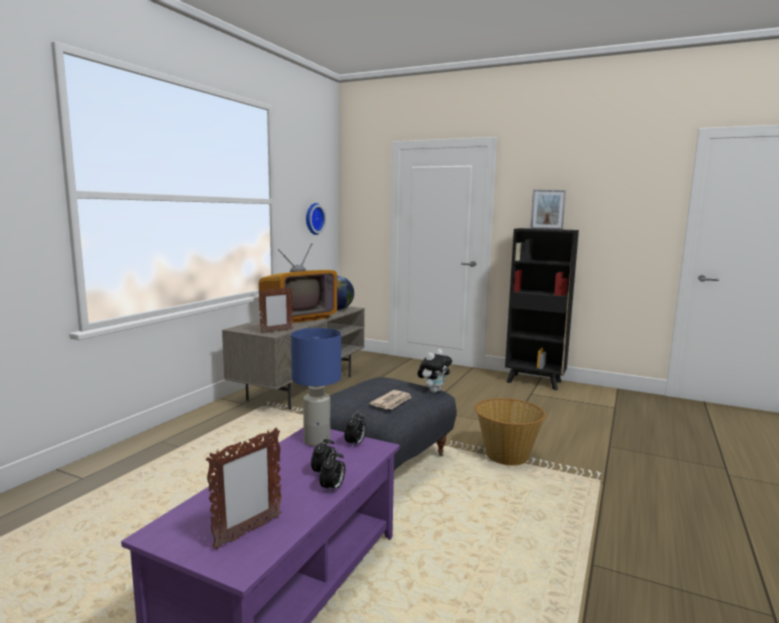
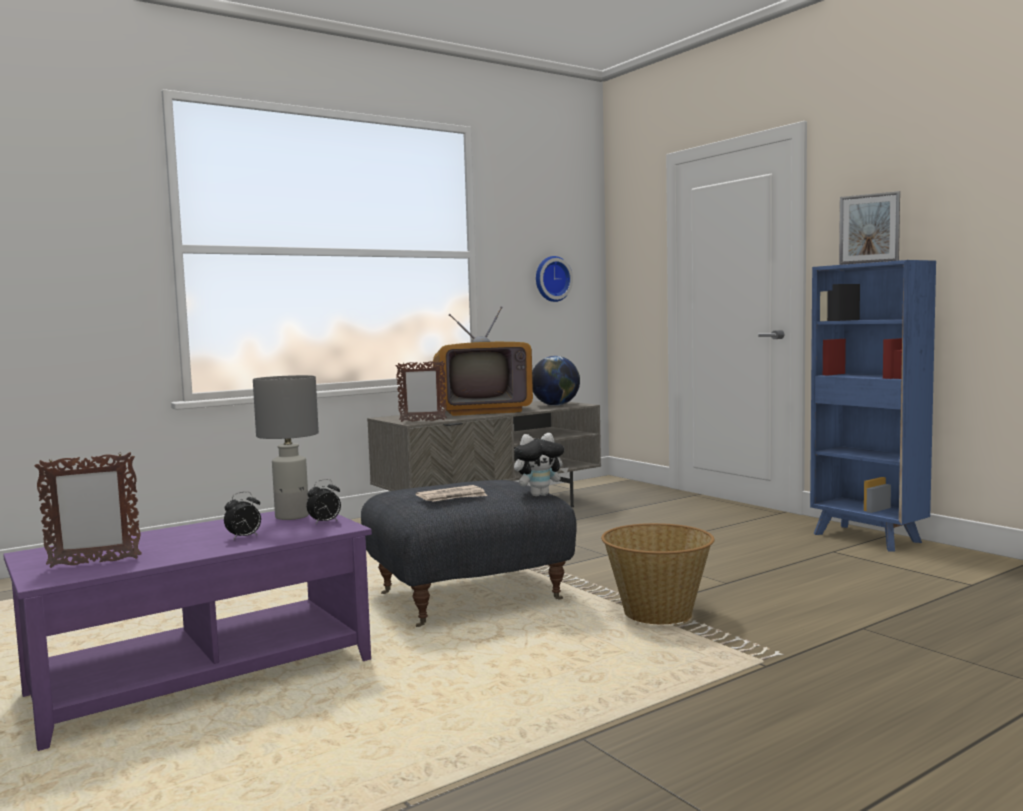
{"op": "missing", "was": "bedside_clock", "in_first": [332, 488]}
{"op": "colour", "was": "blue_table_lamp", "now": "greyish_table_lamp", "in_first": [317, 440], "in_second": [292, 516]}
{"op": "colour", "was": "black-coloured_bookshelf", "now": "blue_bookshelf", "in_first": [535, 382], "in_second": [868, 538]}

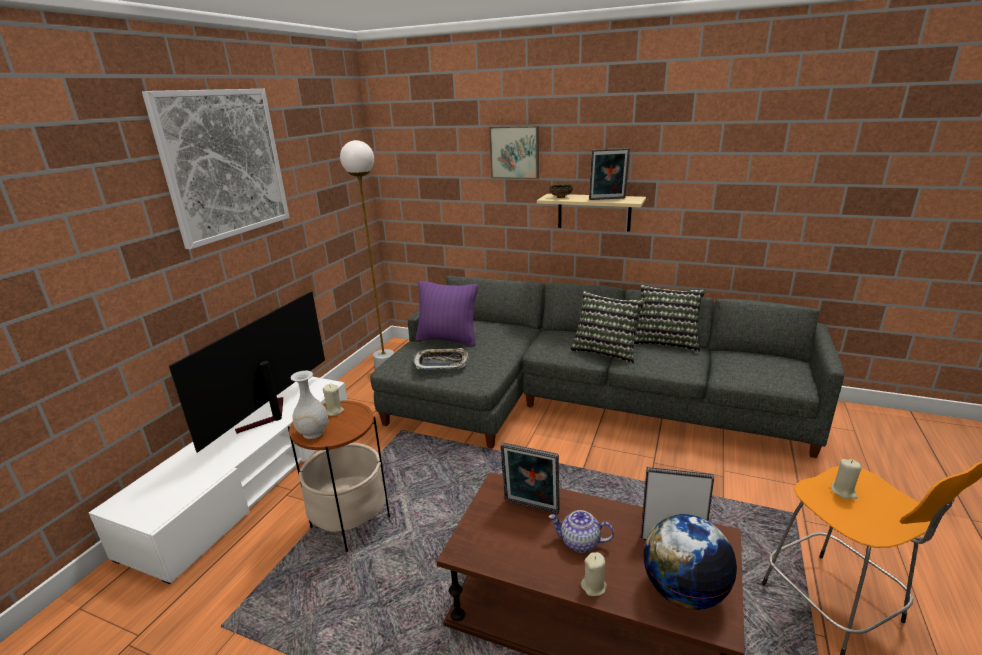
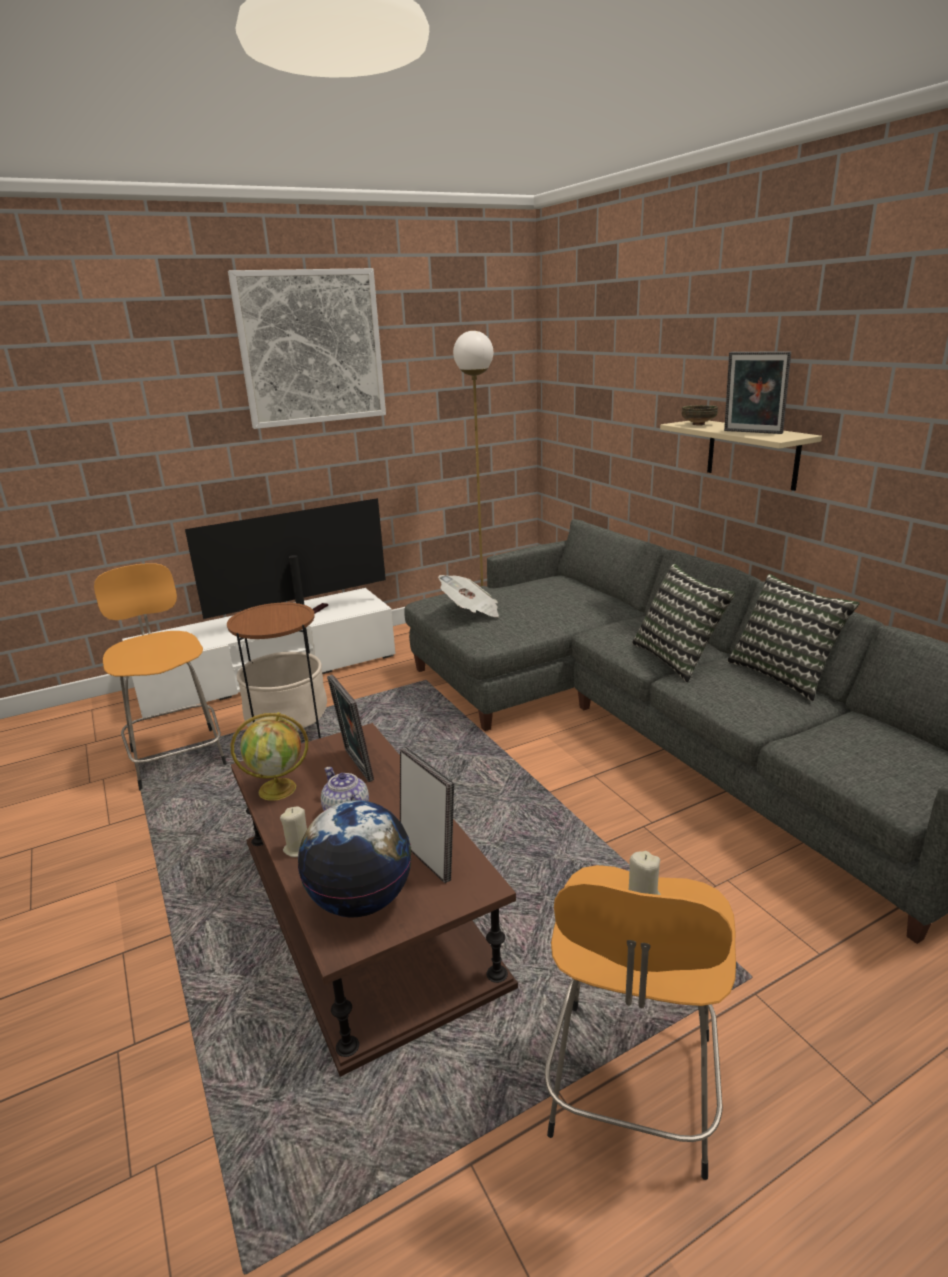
{"op": "missing", "was": "white_decorative_vase", "in_first": [313, 432]}
{"op": "missing", "was": "beige_wax_candle", "in_first": [334, 411]}
{"op": "missing", "was": "purple-coloured_throw_pillow", "in_first": [448, 339]}
{"op": "missing", "was": "wall_art", "in_first": [515, 152]}
{"op": "appeared", "now": "orangey_sitting_stool", "in_second": [177, 756]}
{"op": "appeared", "now": "desk_globe", "in_second": [278, 789]}
{"op": "exchanged", "was": "serving_tray", "now": "printed_paper", "in_first": [441, 363], "in_second": [471, 611]}

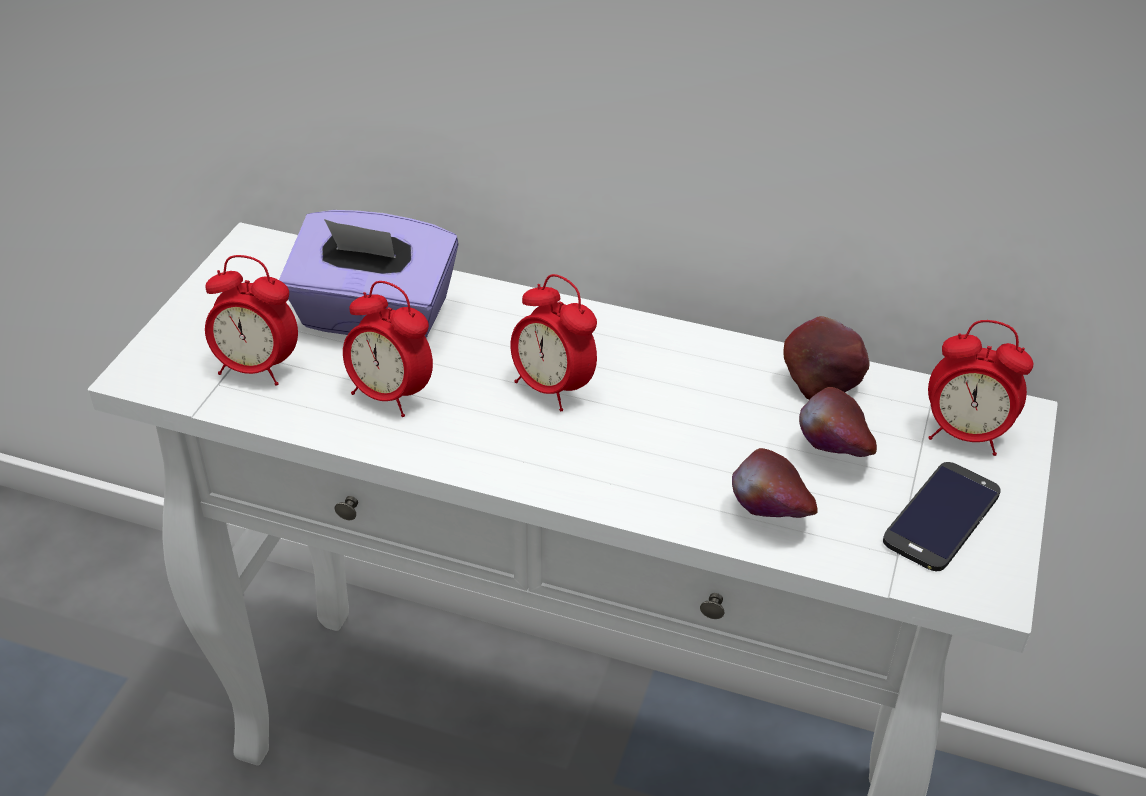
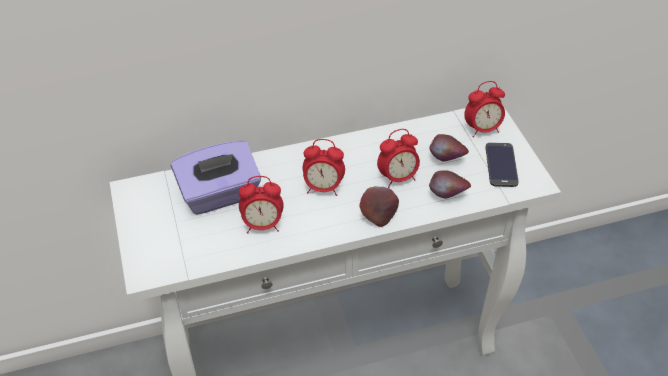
{"op": "relocated", "was": "bedside_clock", "in_first": [257, 368], "in_second": [397, 178]}
{"op": "relocated", "was": "whole_apple", "in_first": [822, 384], "in_second": [379, 215]}

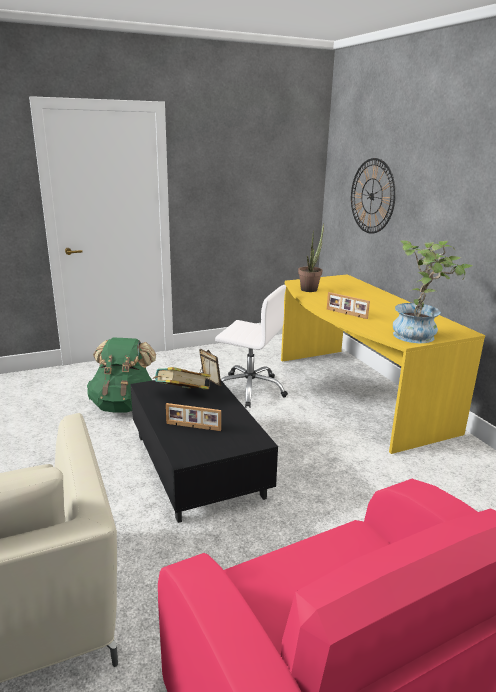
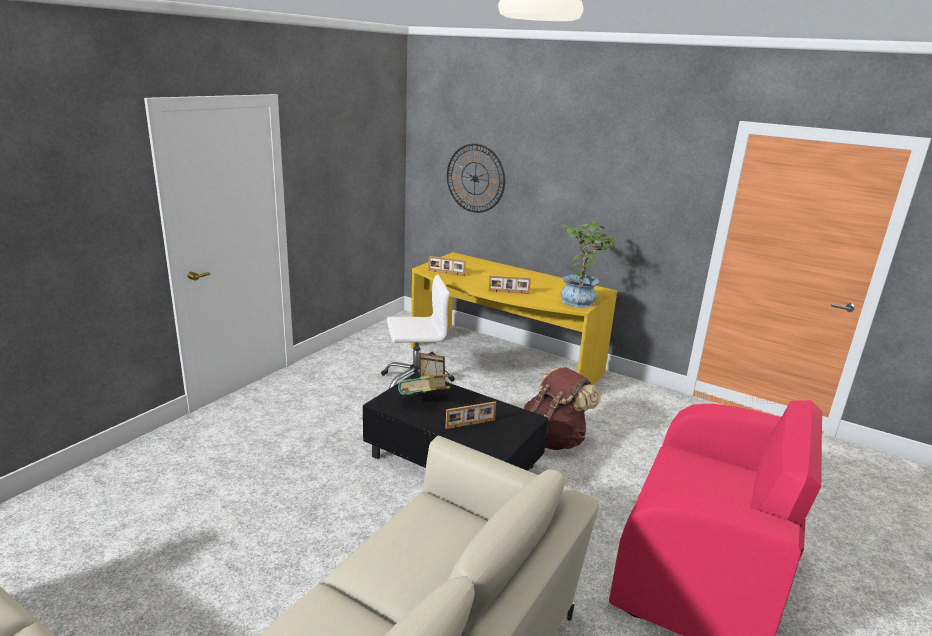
{"op": "missing", "was": "greenish_knapsack", "in_first": [124, 405]}
{"op": "appeared", "now": "brown-coloured_knapsack", "in_second": [553, 440]}
{"op": "exchanged", "was": "potted_plant", "now": "photo_frame", "in_first": [310, 288], "in_second": [446, 273]}

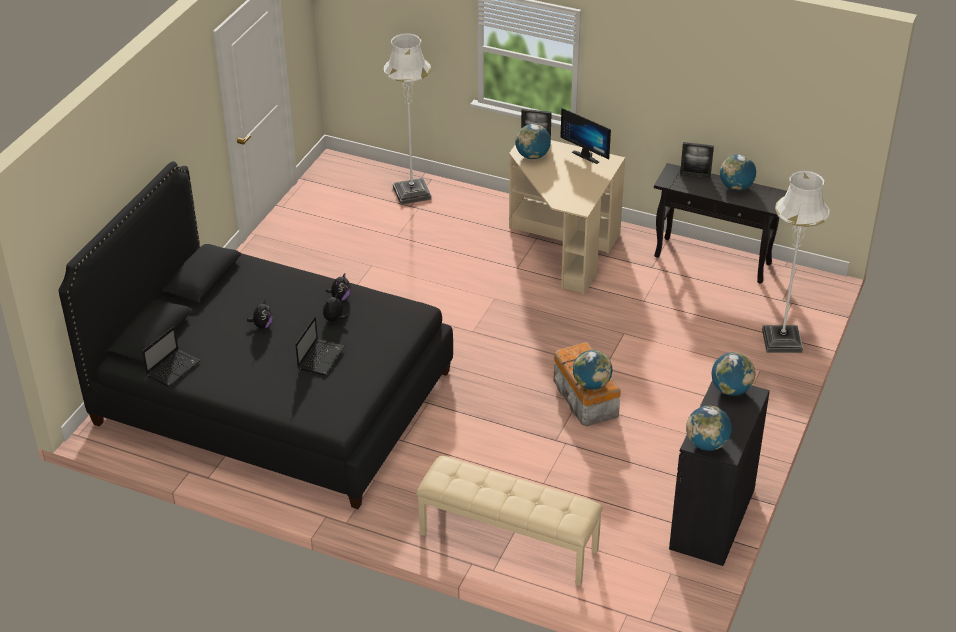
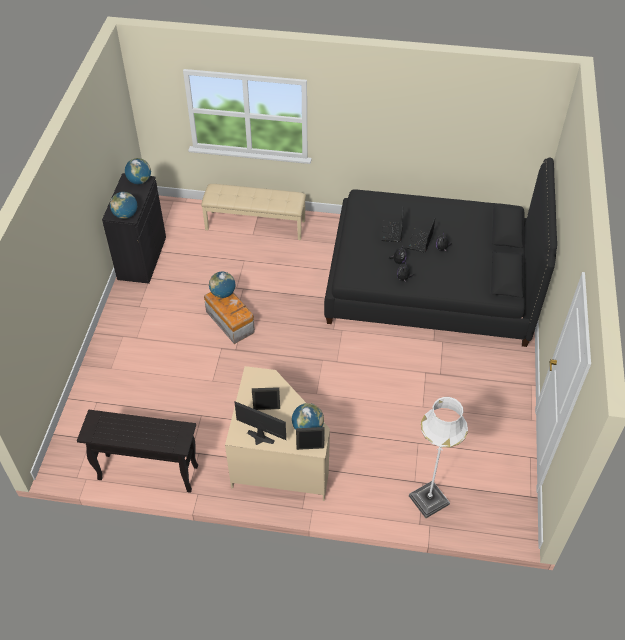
{"op": "missing", "was": "desk_globe", "in_first": [736, 187]}
{"op": "missing", "was": "white_standard_lamp", "in_first": [781, 341]}
{"op": "relocated", "was": "laptop", "in_first": [174, 368], "in_second": [420, 241]}
{"op": "relocated", "was": "photo_frame", "in_first": [695, 176], "in_second": [266, 408]}

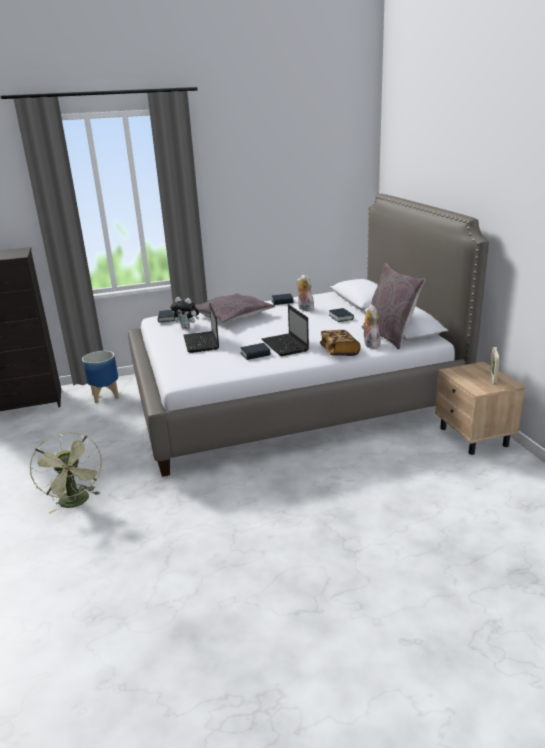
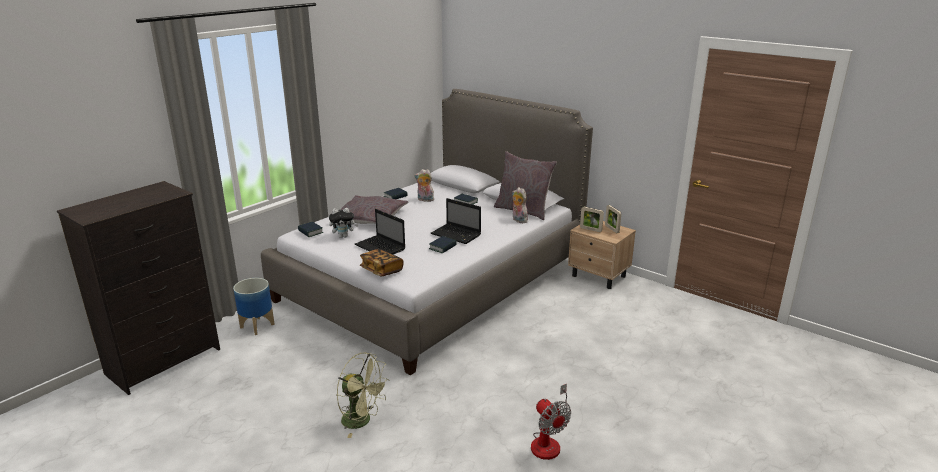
{"op": "appeared", "now": "electric_fan", "in_second": [549, 441]}
{"op": "appeared", "now": "photo_frame", "in_second": [590, 229]}
{"op": "relocated", "was": "bound_book", "in_first": [339, 351], "in_second": [381, 270]}

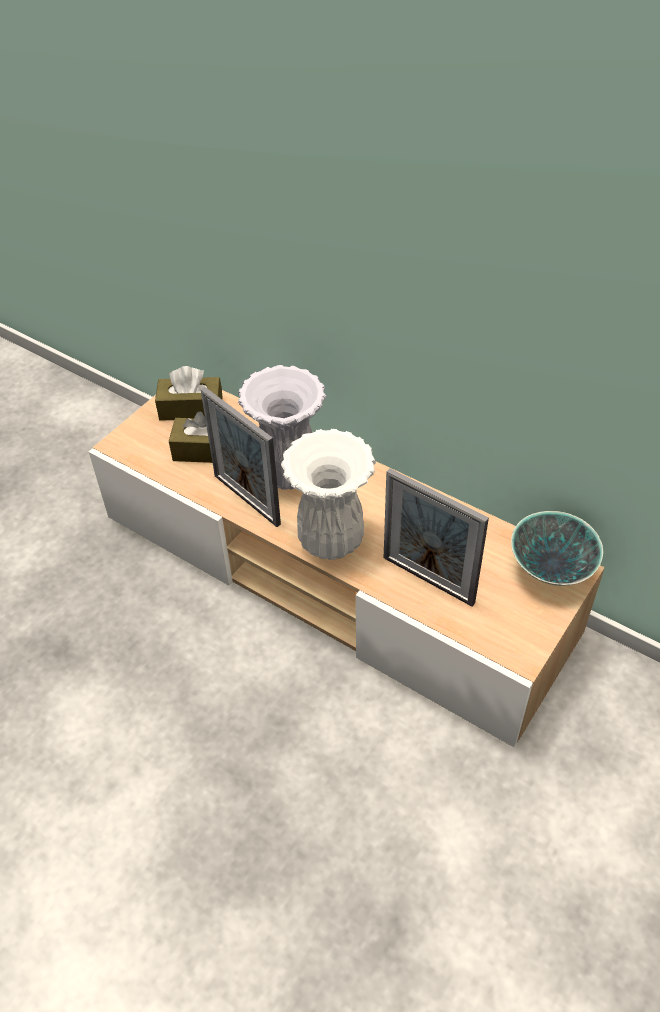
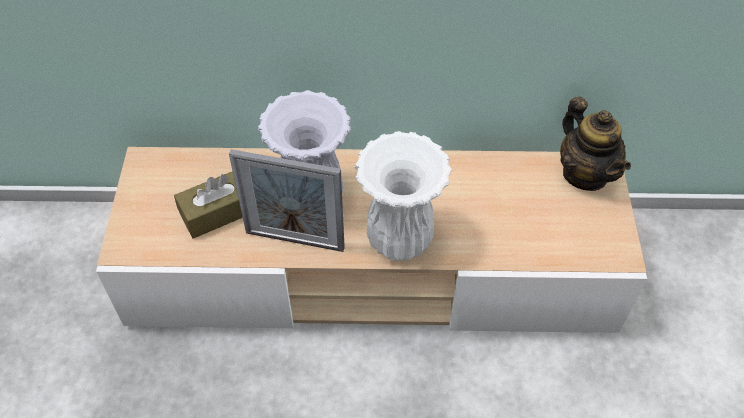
{"op": "missing", "was": "brown-coloured_box_of_tissues", "in_first": [191, 408]}
{"op": "missing", "was": "photo_frame", "in_first": [428, 580]}
{"op": "exchanged", "was": "deep_dish", "now": "teapot", "in_first": [550, 569], "in_second": [585, 174]}

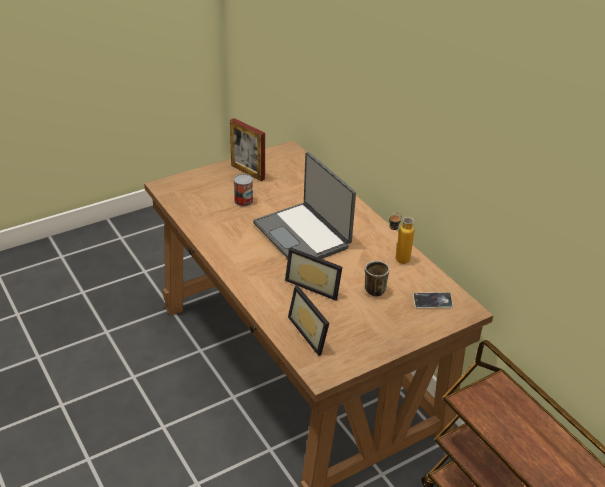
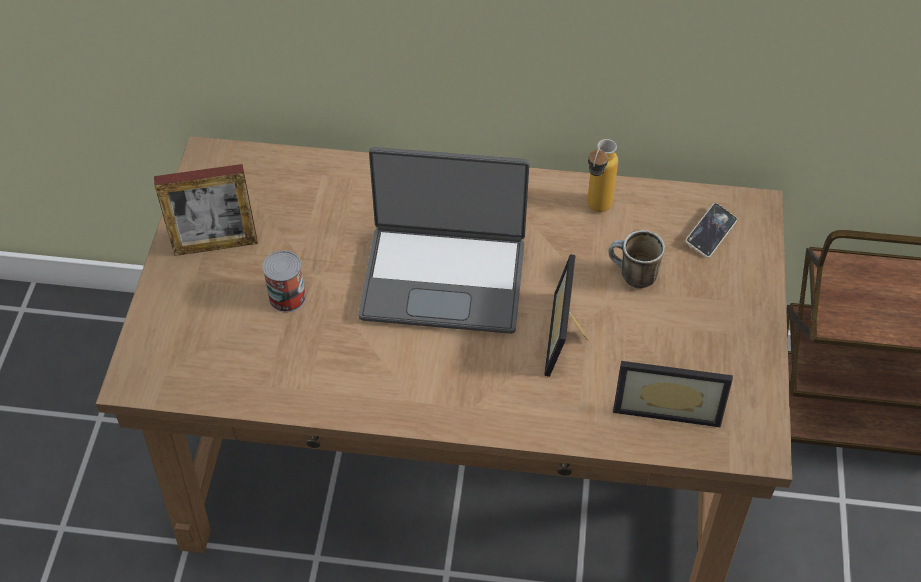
{"op": "spun", "was": "photo_frame", "in_first": [315, 284], "in_second": [569, 336], "clockwise": 120}

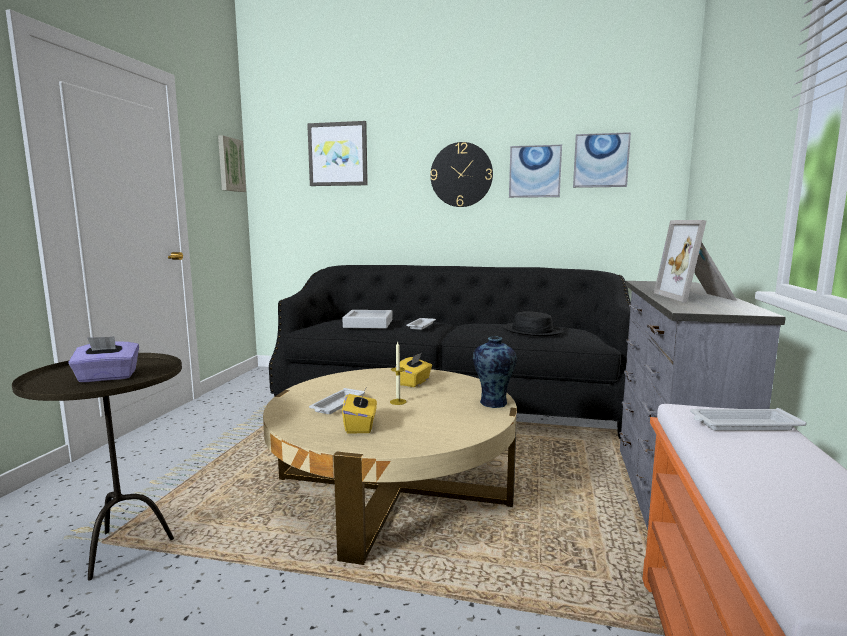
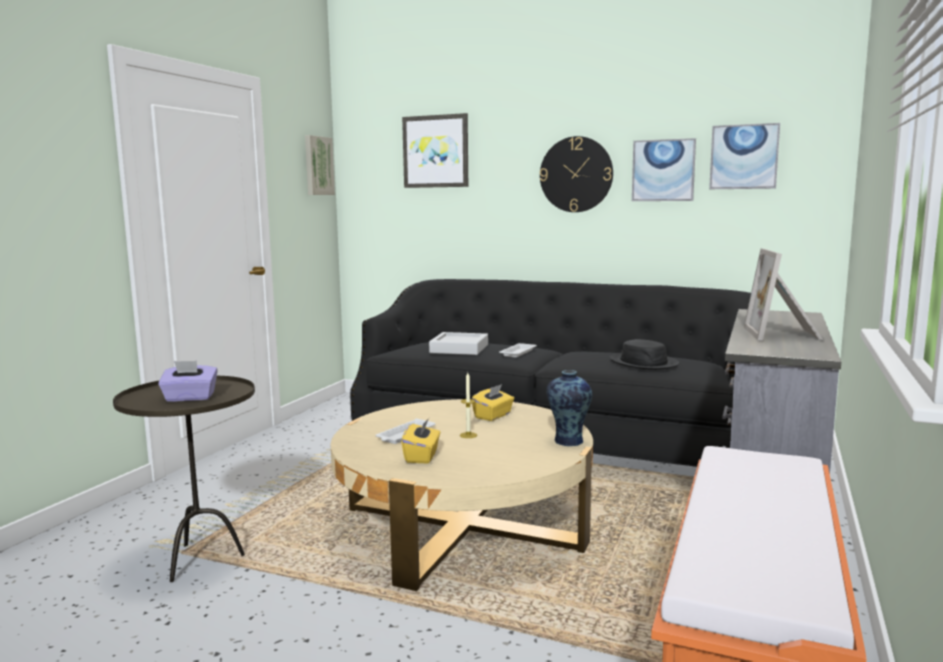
{"op": "missing", "was": "white_serving_tray", "in_first": [742, 425]}

